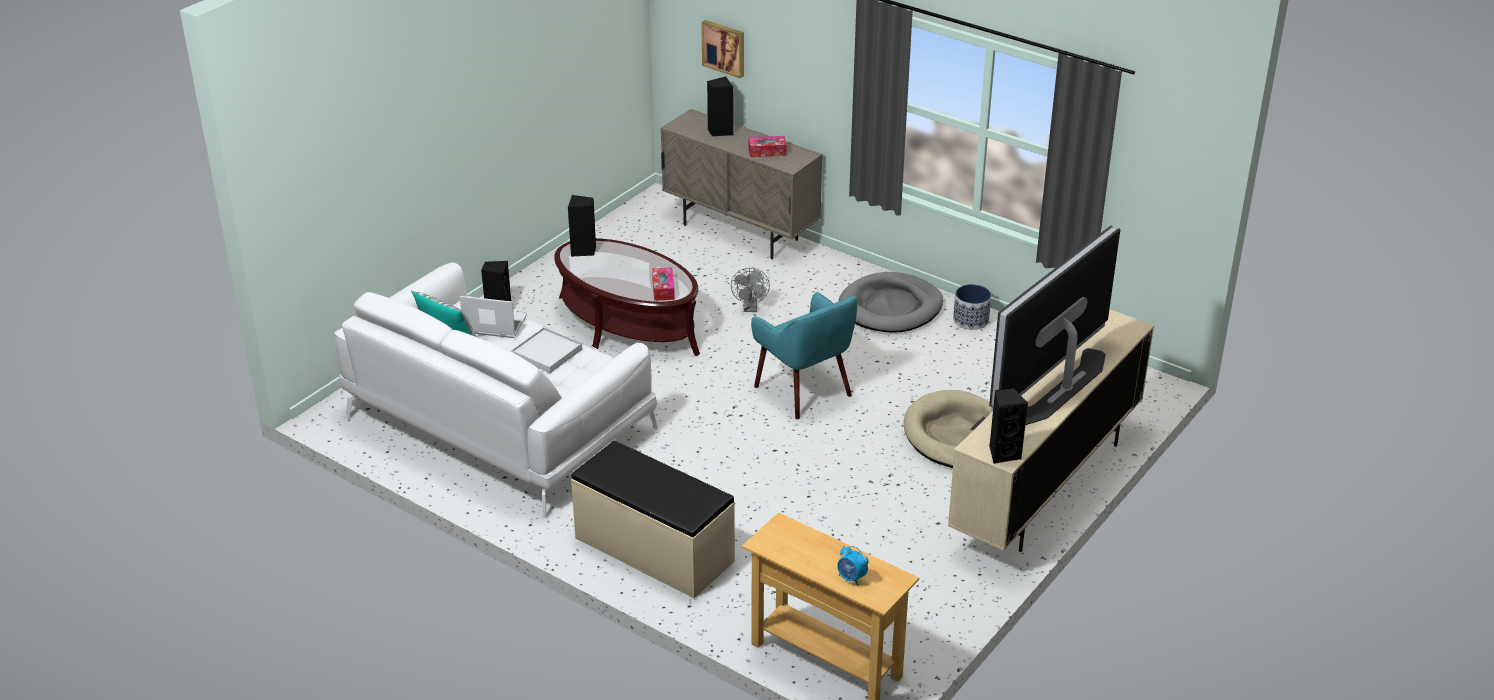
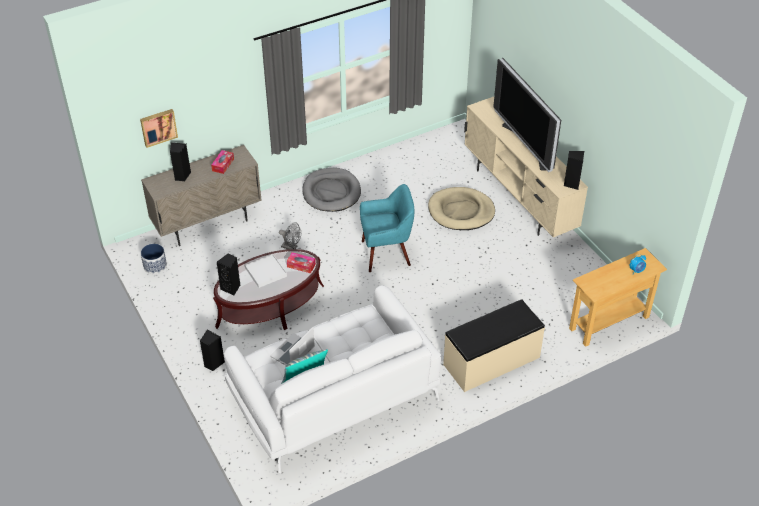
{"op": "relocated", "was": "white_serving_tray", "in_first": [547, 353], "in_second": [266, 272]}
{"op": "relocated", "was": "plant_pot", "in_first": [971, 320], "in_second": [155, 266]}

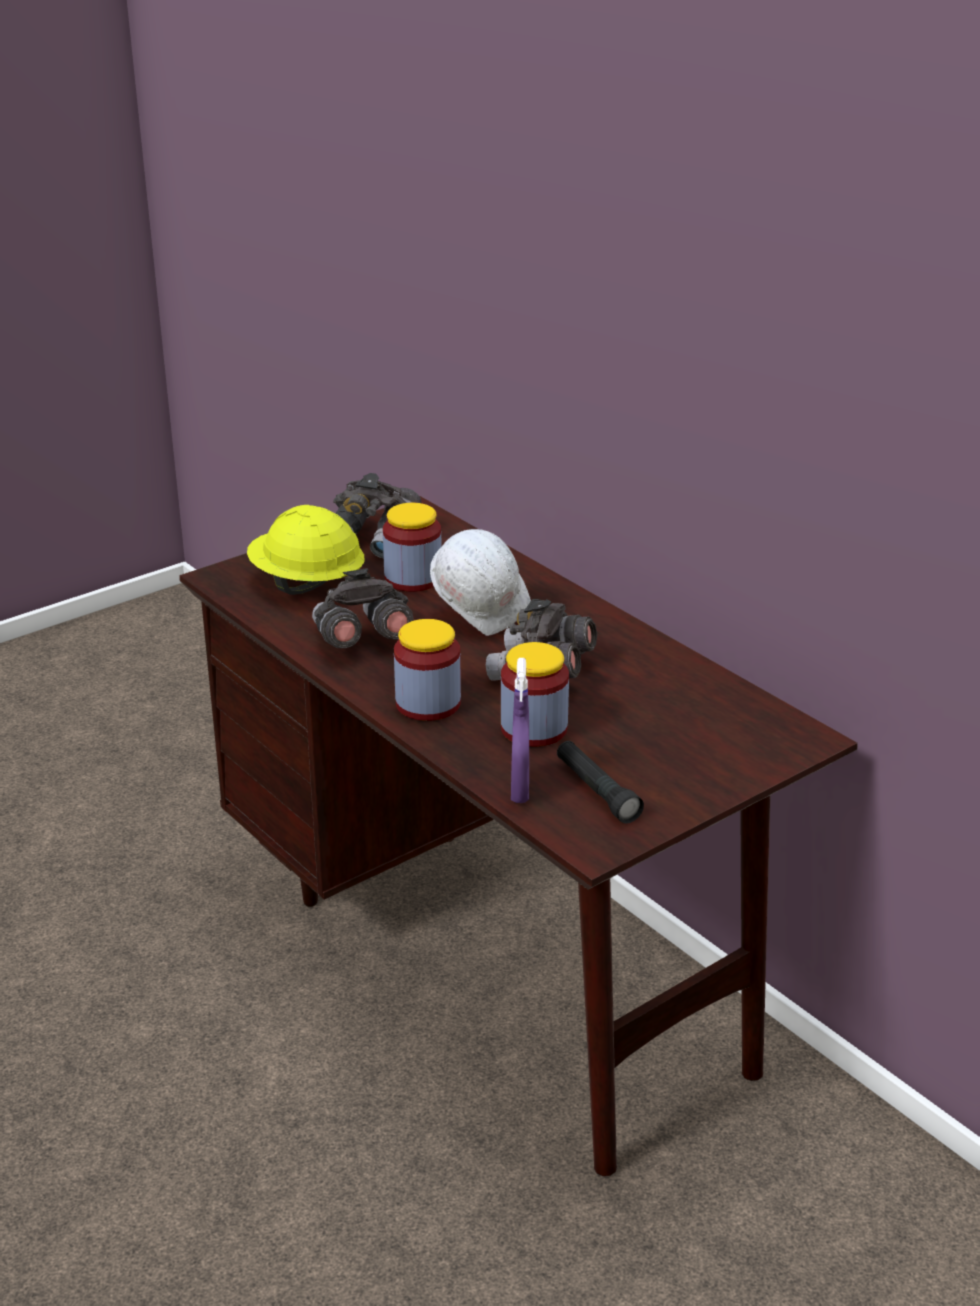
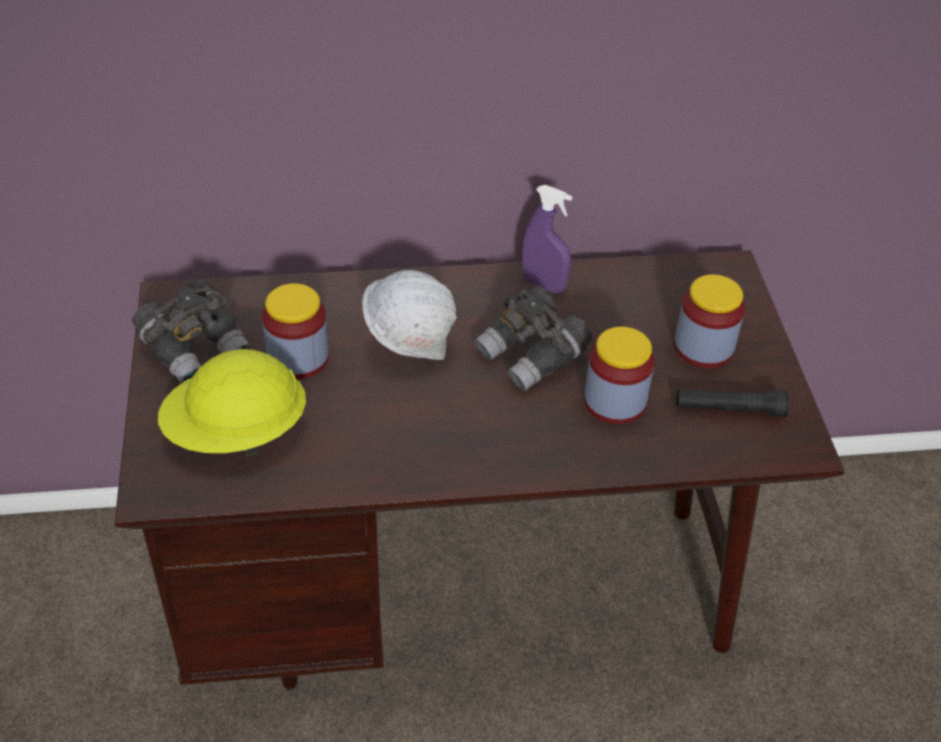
{"op": "missing", "was": "greyish_pair_of_binoculars", "in_first": [360, 641]}
{"op": "relocated", "was": "preserve_jar", "in_first": [428, 704], "in_second": [703, 347]}
{"op": "relocated", "was": "purple-coloured_hand_sprayer", "in_first": [520, 790], "in_second": [543, 284]}

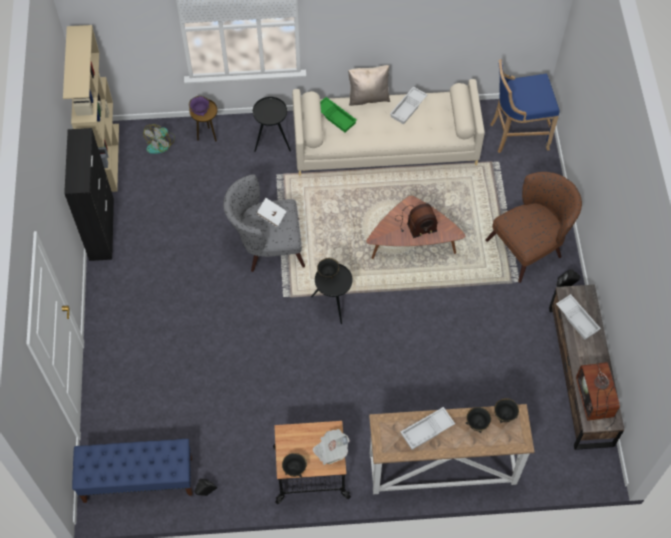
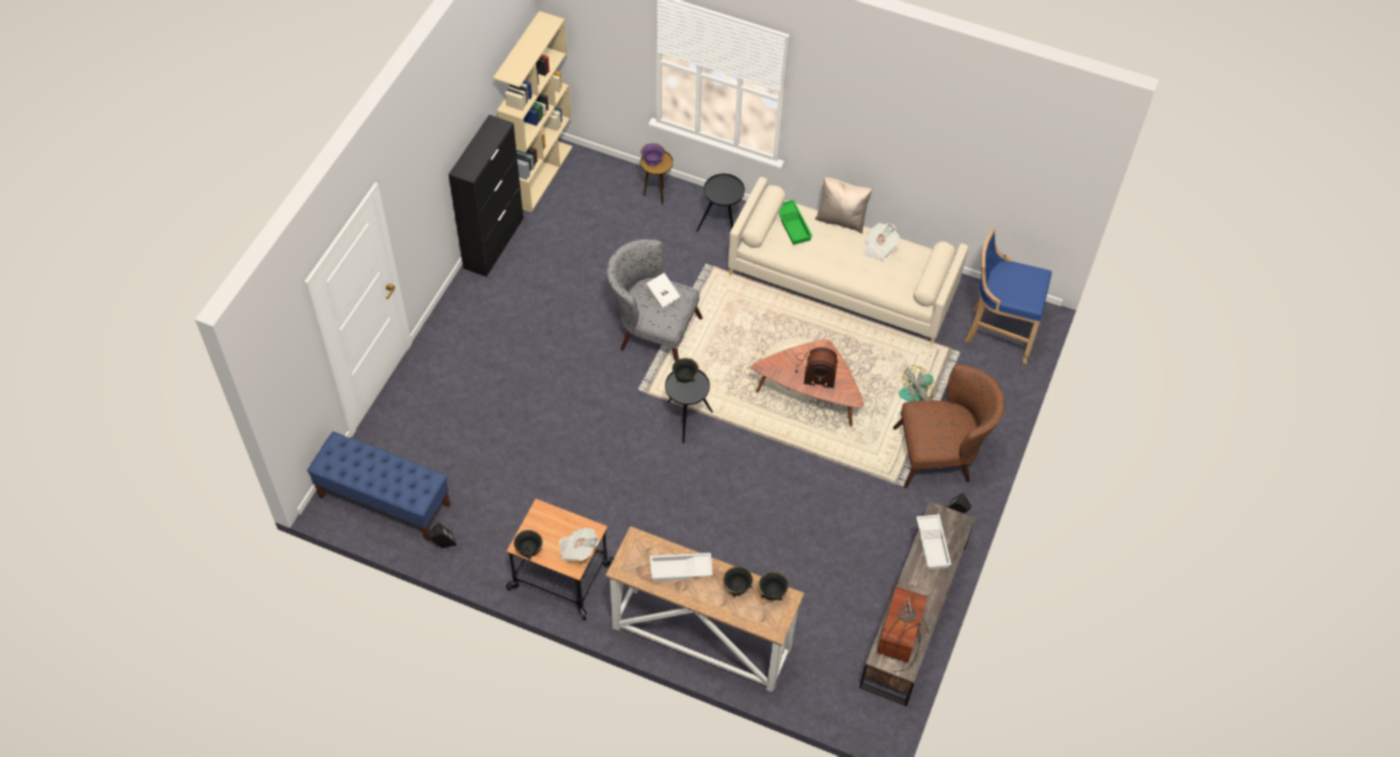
{"op": "relocated", "was": "electric_fan", "in_first": [161, 143], "in_second": [918, 392]}
{"op": "exchanged", "was": "white_serving_tray", "now": "printed_paper", "in_first": [408, 108], "in_second": [879, 248]}

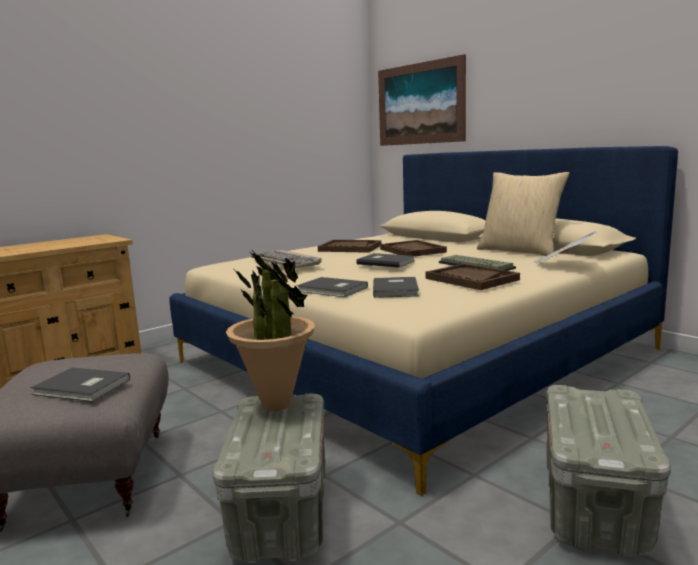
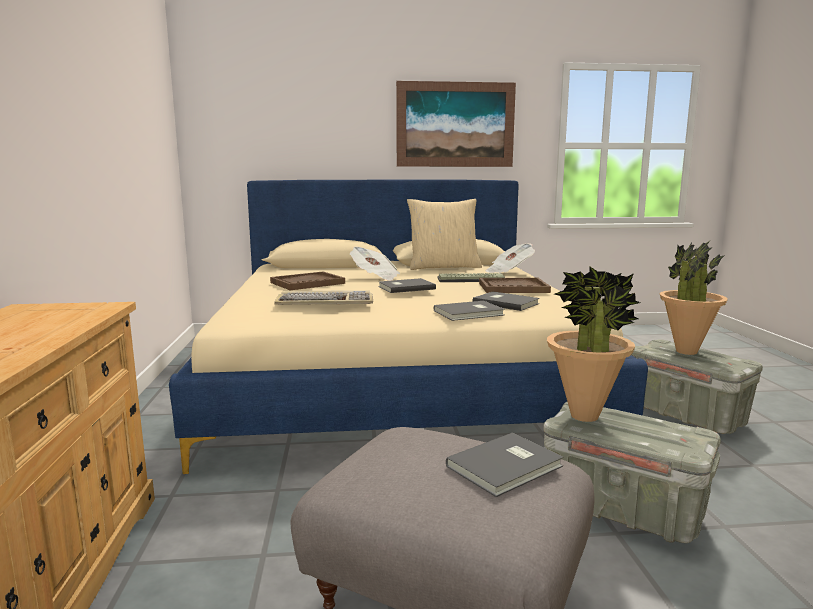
{"op": "appeared", "now": "potted_plant", "in_second": [686, 351]}
{"op": "relocated", "was": "wall_art", "in_first": [420, 104], "in_second": [455, 125]}
{"op": "exchanged", "was": "brown-coloured_serving_tray", "now": "printed_paper", "in_first": [412, 250], "in_second": [375, 277]}

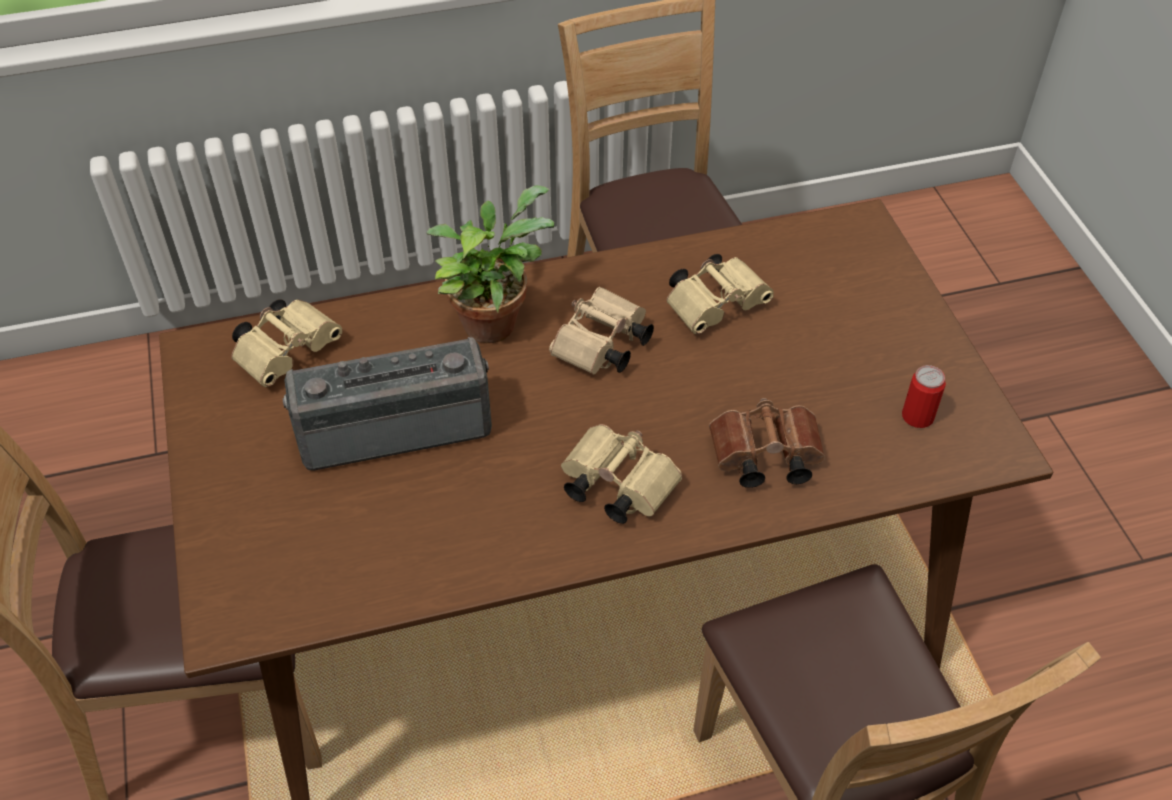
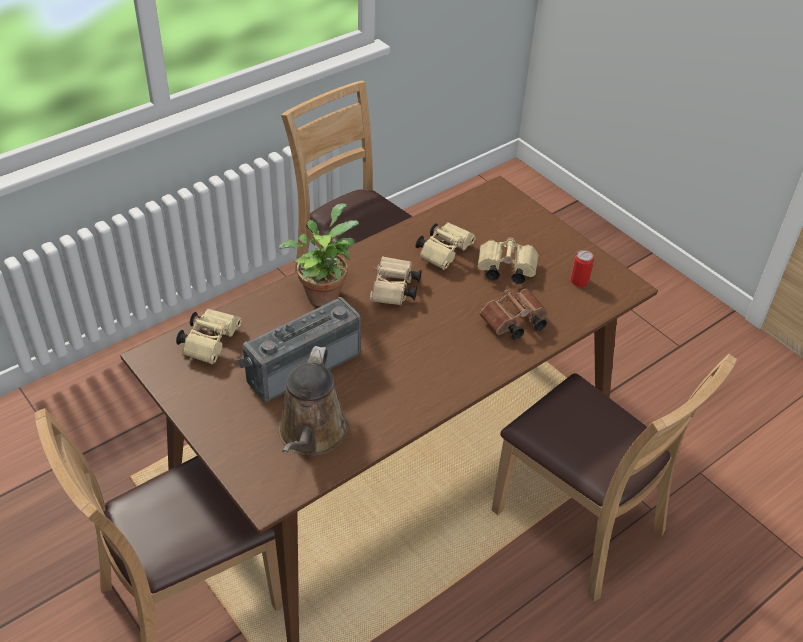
{"op": "appeared", "now": "brown-coloured_watering_pot", "in_second": [311, 435]}
{"op": "relocated", "was": "beige_pair_of_binoculars", "in_first": [614, 485], "in_second": [504, 270]}

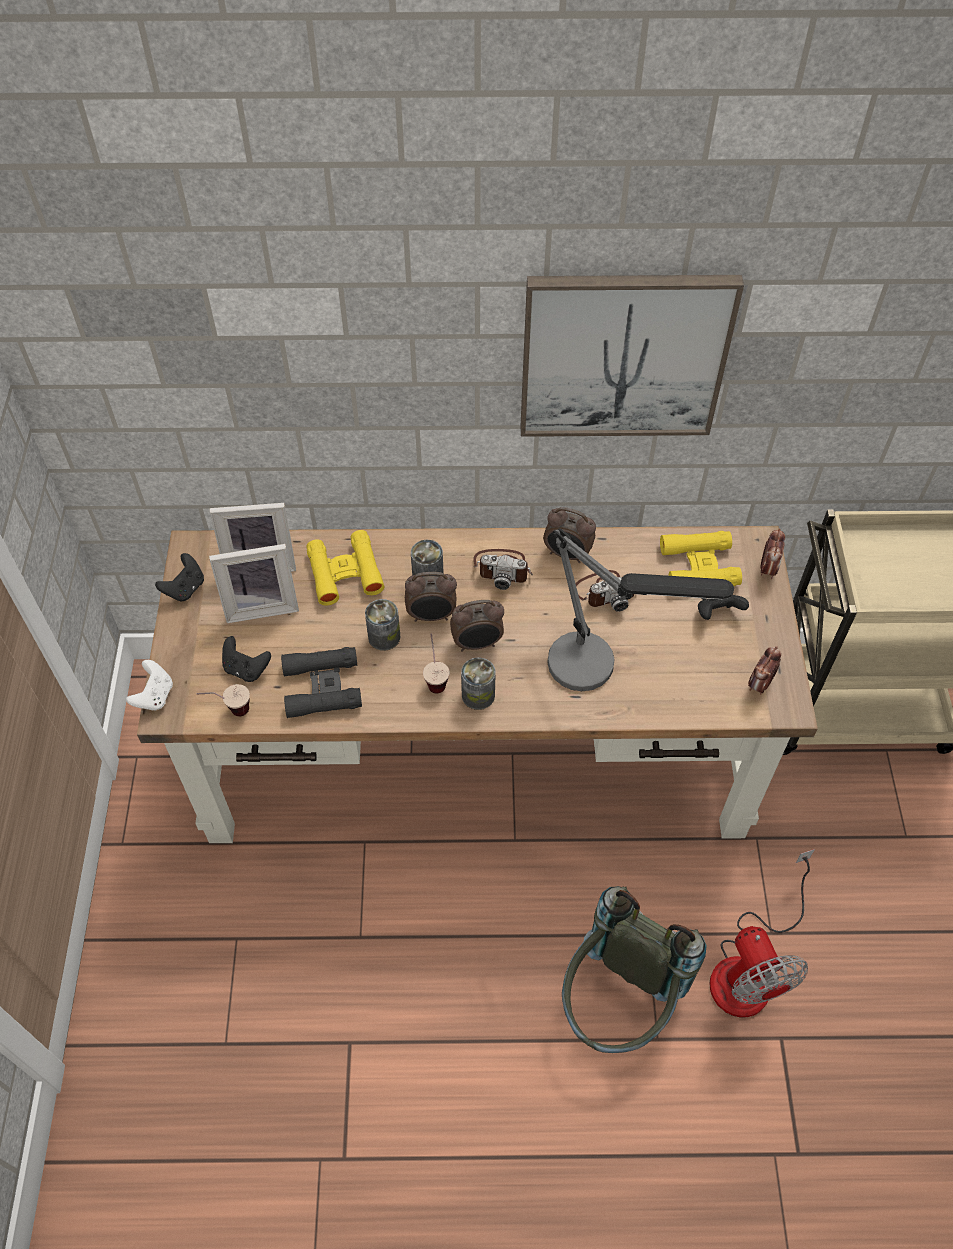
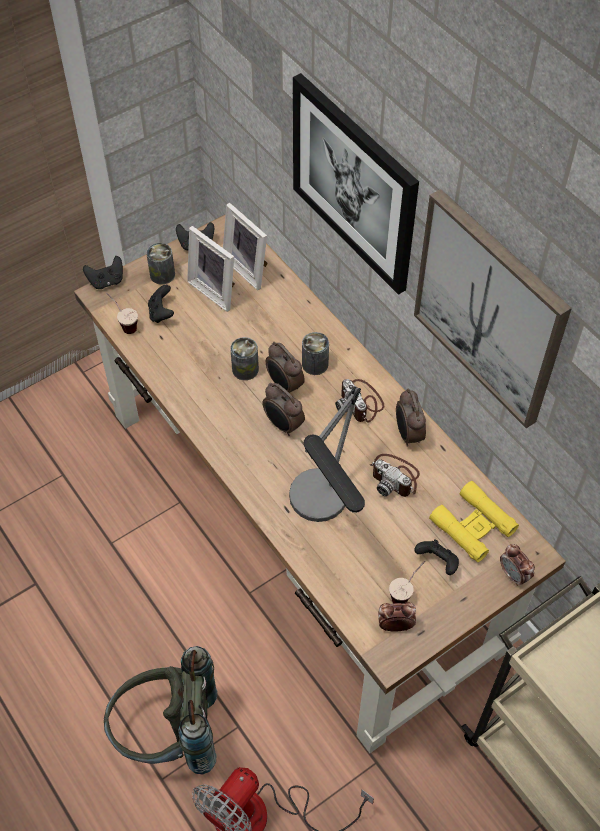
{"op": "missing", "was": "black-coloured_pair_of_binoculars", "in_first": [322, 687]}
{"op": "missing", "was": "yellow-coloured_pair_of_binoculars", "in_first": [345, 573]}
{"op": "appeared", "now": "wall_art", "in_second": [354, 183]}
{"op": "relocated", "was": "small_cup", "in_first": [435, 677], "in_second": [406, 592]}
{"op": "relocated", "was": "metal_can", "in_first": [478, 695], "in_second": [162, 275]}
{"op": "colour", "was": "white_joypad", "now": "black-coloured_joypad", "in_first": [154, 696], "in_second": [106, 281]}
{"op": "spun", "was": "bedside_clock", "in_first": [767, 568], "in_second": [513, 575], "clockwise": 75}

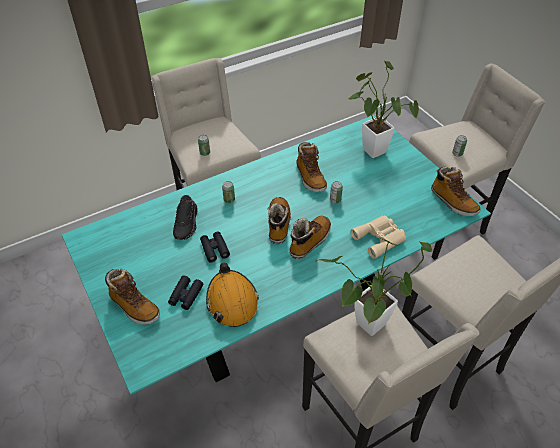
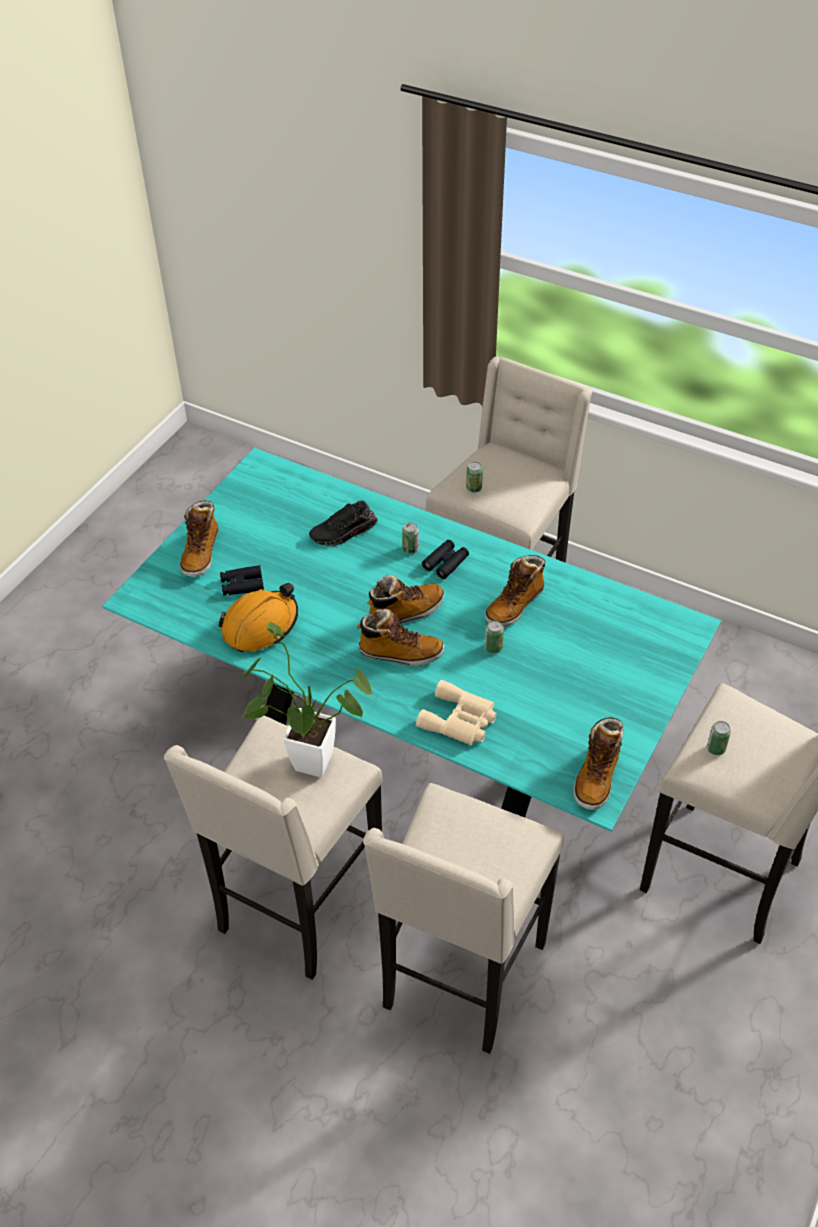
{"op": "missing", "was": "potted_plant", "in_first": [371, 148]}
{"op": "relocated", "was": "black-coloured_pair_of_binoculars", "in_first": [214, 249], "in_second": [446, 563]}

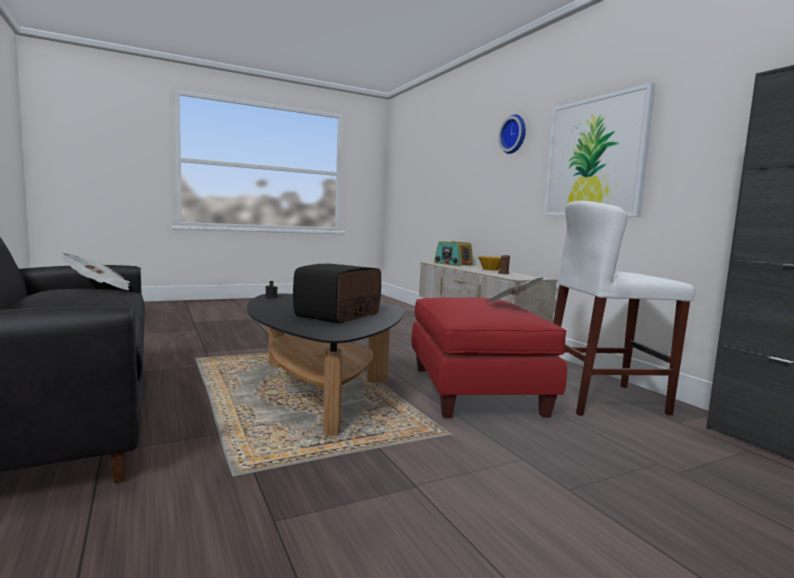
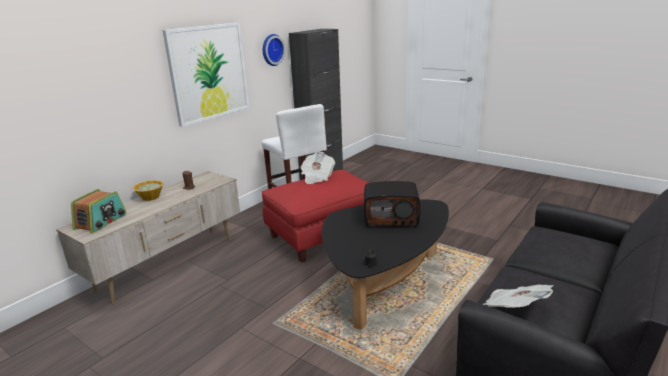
{"op": "relocated", "was": "clock_on_the_wall", "in_first": [514, 134], "in_second": [271, 50]}

